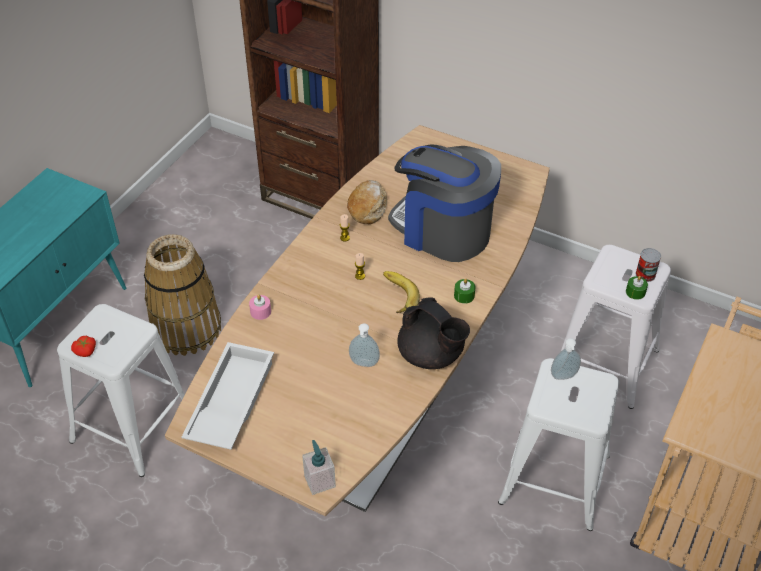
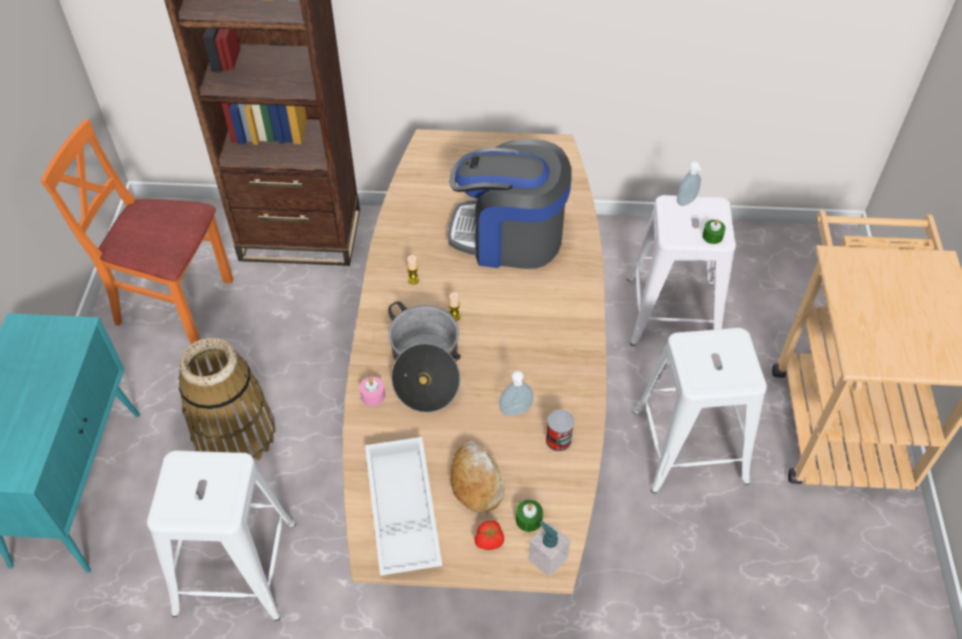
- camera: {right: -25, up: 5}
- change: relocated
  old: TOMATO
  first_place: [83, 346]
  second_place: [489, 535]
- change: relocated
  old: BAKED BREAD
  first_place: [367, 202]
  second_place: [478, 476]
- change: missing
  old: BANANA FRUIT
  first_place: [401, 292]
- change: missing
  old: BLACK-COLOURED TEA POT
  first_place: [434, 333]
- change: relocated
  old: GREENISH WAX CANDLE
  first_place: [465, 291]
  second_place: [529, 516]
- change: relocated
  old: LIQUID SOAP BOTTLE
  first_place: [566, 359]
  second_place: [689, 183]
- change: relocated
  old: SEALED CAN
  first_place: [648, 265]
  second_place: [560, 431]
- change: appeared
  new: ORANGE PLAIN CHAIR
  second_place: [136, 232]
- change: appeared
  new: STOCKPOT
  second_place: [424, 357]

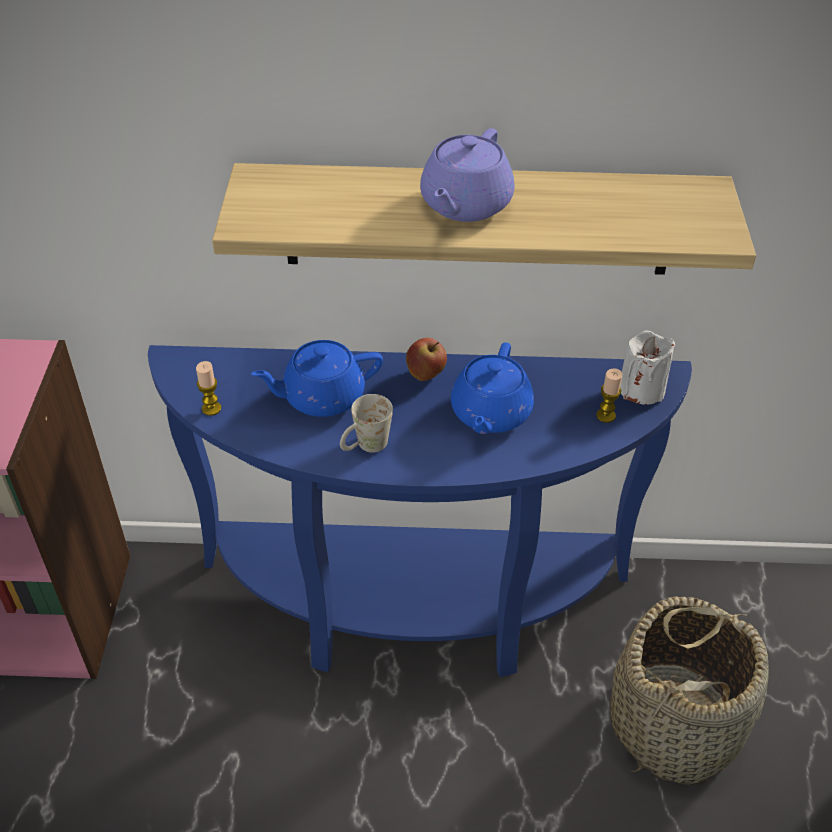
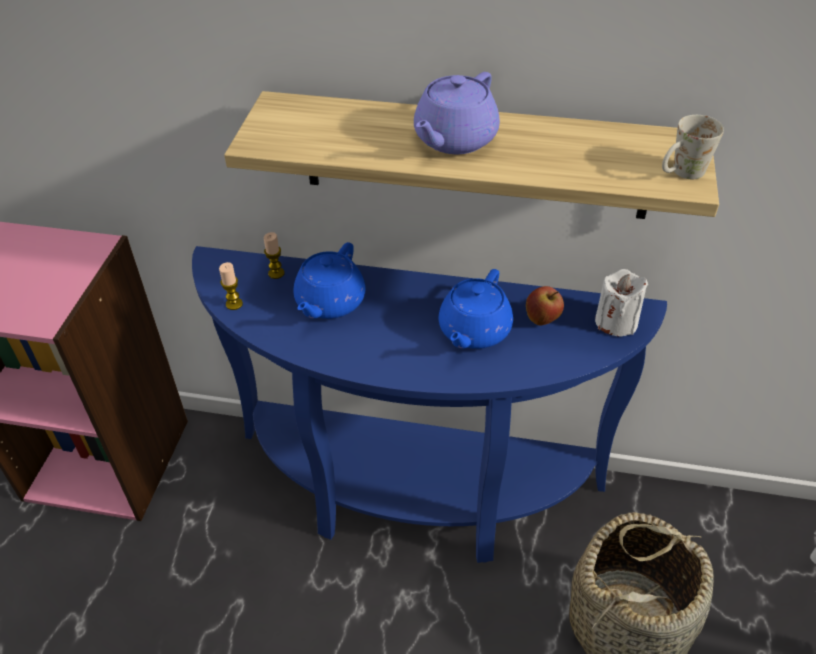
- camera: {right: 10, up: 0}
- change: spun
  old: BLUE-COLOURED TEA POT
  first_place: [317, 378]
  second_place: [329, 280]
  degrees: -60
- change: relocated
  old: WHITISH TEA MUG
  first_place: [366, 423]
  second_place: [693, 147]
- change: relocated
  old: WHOLE APPLE
  first_place: [426, 359]
  second_place: [545, 306]
- change: relocated
  old: WAX CANDLE
  first_place: [609, 396]
  second_place: [274, 255]

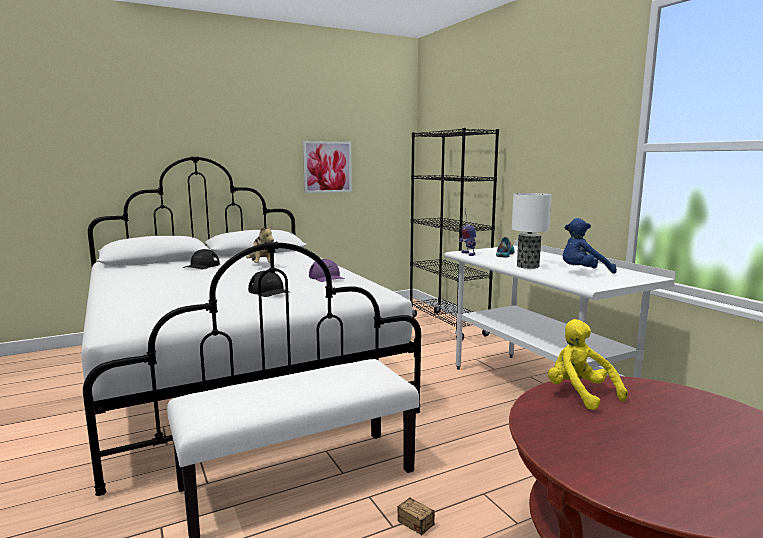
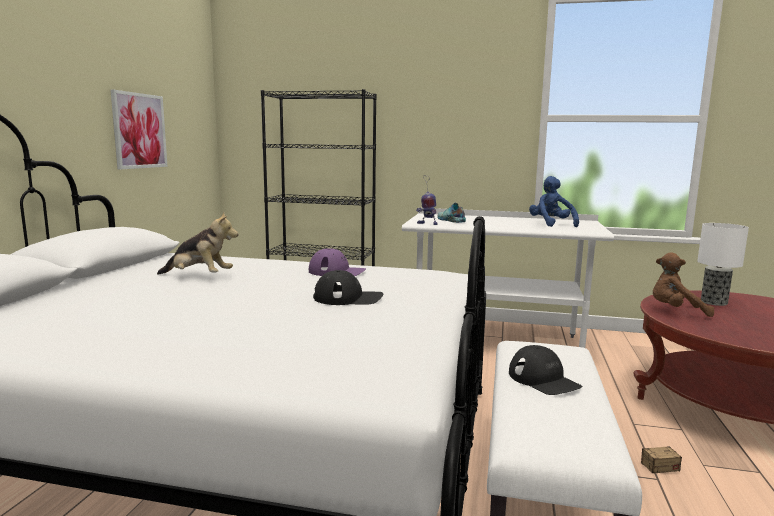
- camera: {right: -50, up: 0}
- change: relocated
  old: BLACK-COLOURED PEAKED CAP
  first_place: [201, 259]
  second_place: [545, 370]
- change: relocated
  old: TABLE LAMP
  first_place: [532, 231]
  second_place: [723, 264]
- change: colour
  old: YELLOW-COLOURED CUDDLY TOY
  new: BROWN CUDDLY TOY
  first_place: [588, 364]
  second_place: [683, 284]
- change: spun
  old: BLUE-COLOURED CUDDLY TOY
  first_place: [589, 246]
  second_place: [554, 201]
  degrees: 135

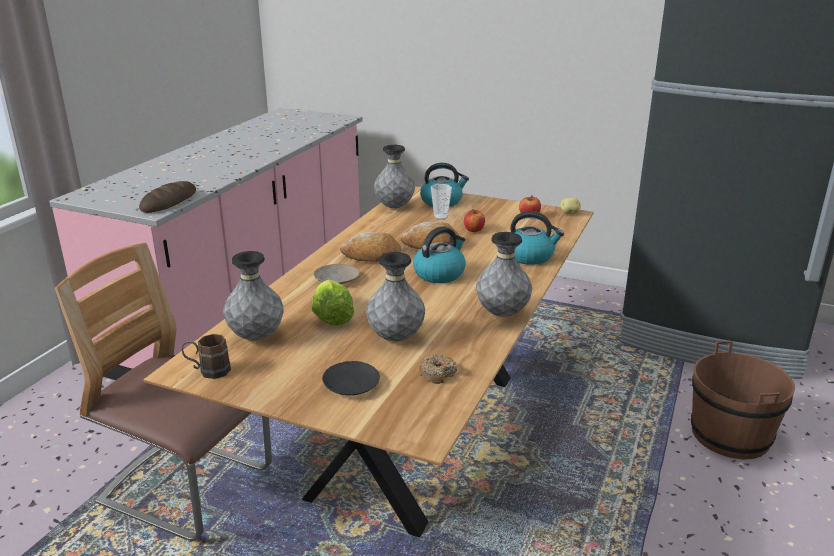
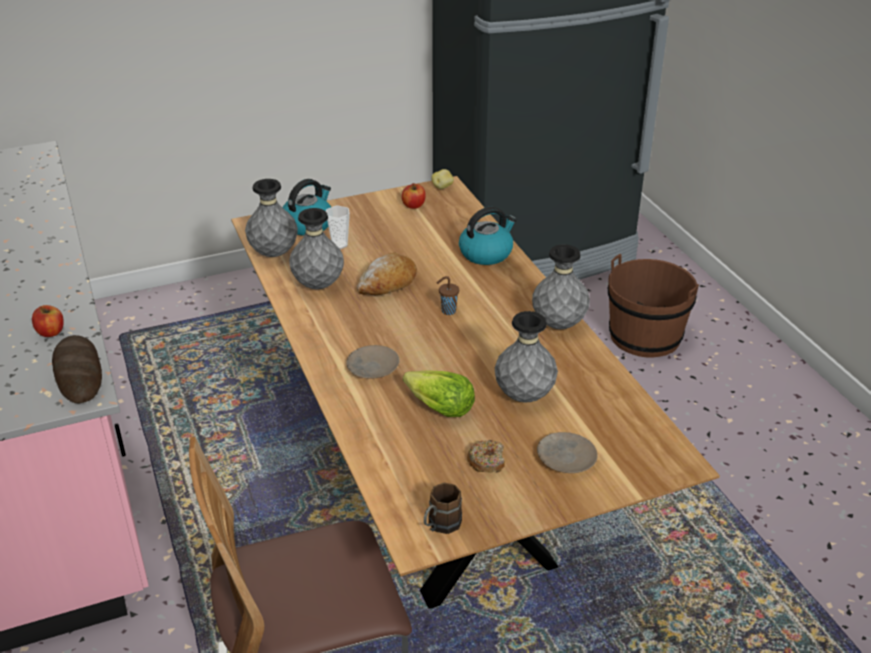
- camera: {right: -45, up: 10}
- change: relocated
  old: GRAY FLOWER VASE
  first_place: [253, 295]
  second_place: [316, 248]
- change: colour
  old: BLACK-COLOURED DINNER PLATE
  new: BEIGE-COLOURED DINNER PLATE
  first_place: [351, 378]
  second_place: [567, 452]
- change: missing
  old: BAKED BREAD
  first_place: [370, 247]
- change: exchanged
  old: WATER KETTLE
  new: BROWN SMALL CUP
  first_place: [439, 254]
  second_place: [448, 295]
- change: relocated
  old: DONUT
  first_place: [438, 369]
  second_place: [486, 456]
- change: relocated
  old: WHOLE APPLE
  first_place: [474, 220]
  second_place: [48, 321]

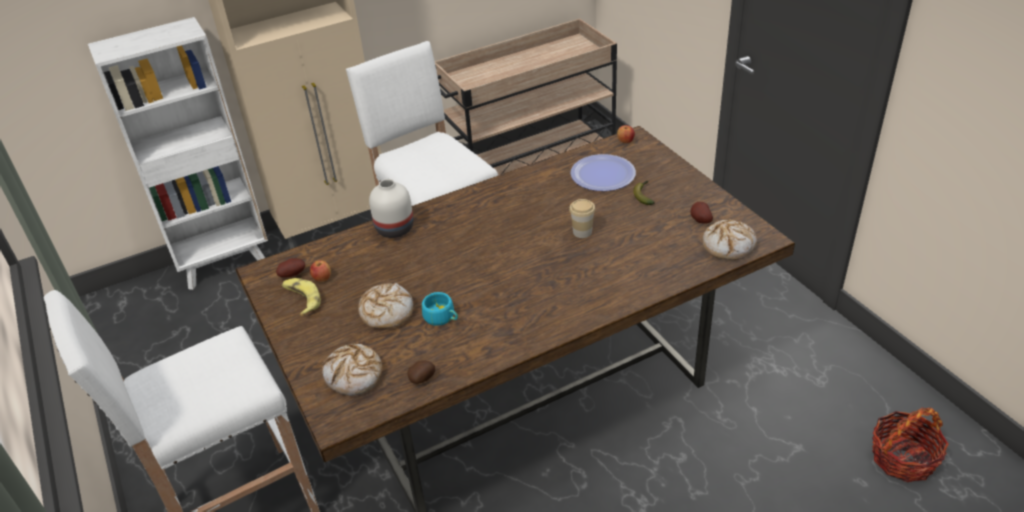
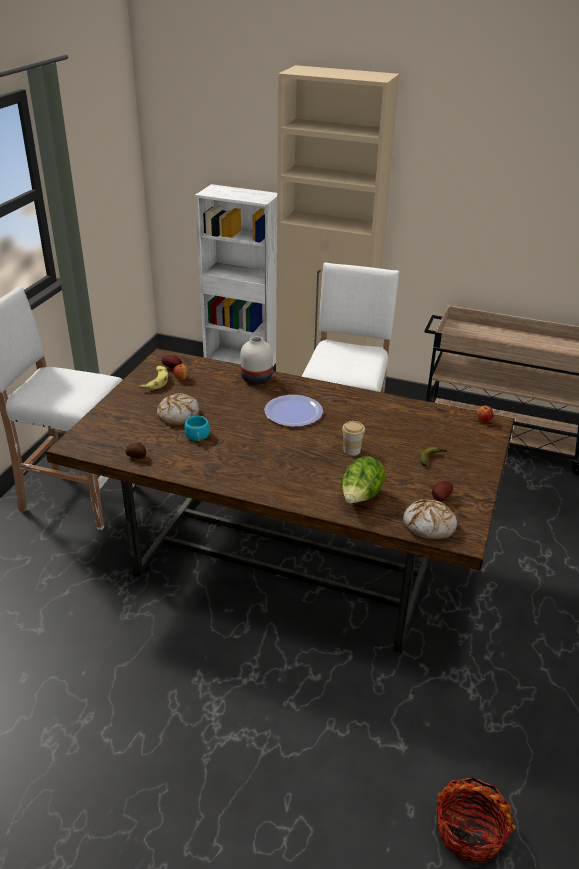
- camera: {right: 45, up: -5}
- change: missing
  old: BAKED BREAD
  first_place: [352, 370]
- change: relocated
  old: DINNER PLATE
  first_place: [603, 172]
  second_place: [293, 411]
- change: appeared
  new: LETTUCE
  second_place: [363, 479]

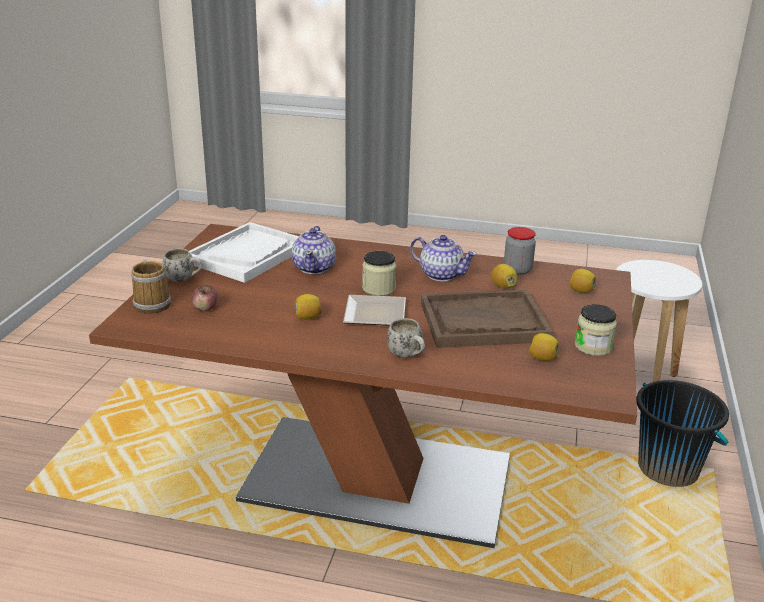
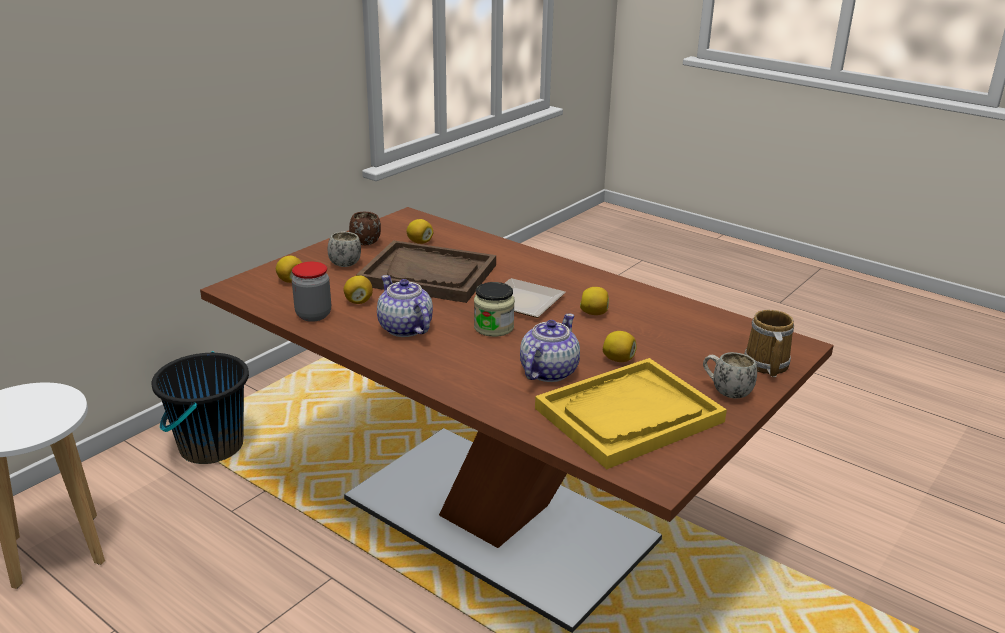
- camera: {right: -155, up: 0}
- change: colour
  old: WHITISH SERVING TRAY
  new: YELLOW-COLOURED SERVING TRAY
  first_place: [244, 252]
  second_place: [631, 413]
- change: missing
  old: WHOLE APPLE
  first_place: [205, 298]
- change: relocated
  old: WHITISH TEA MUG
  first_place: [406, 338]
  second_place: [344, 249]
- change: exchanged
  old: PRESERVE JAR
  new: BROWN TEA MUG
  first_place: [596, 330]
  second_place: [365, 228]
- change: appeared
  new: WHOLE LEMON
  second_place: [620, 346]

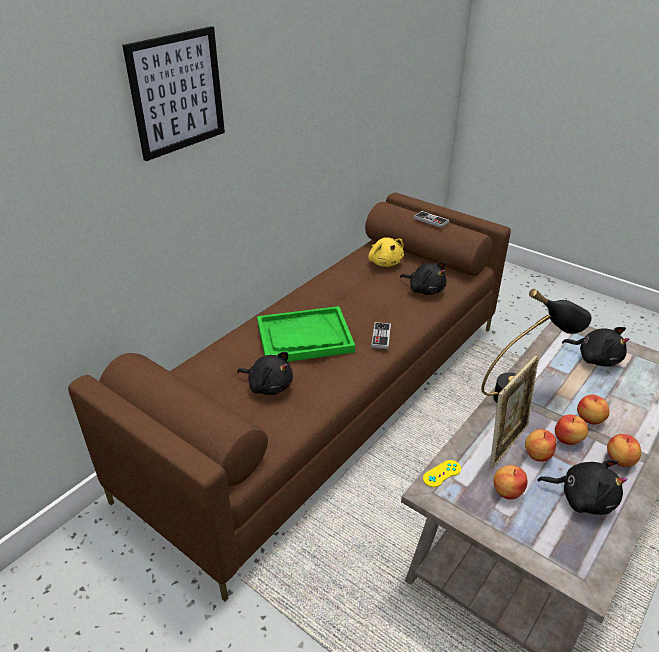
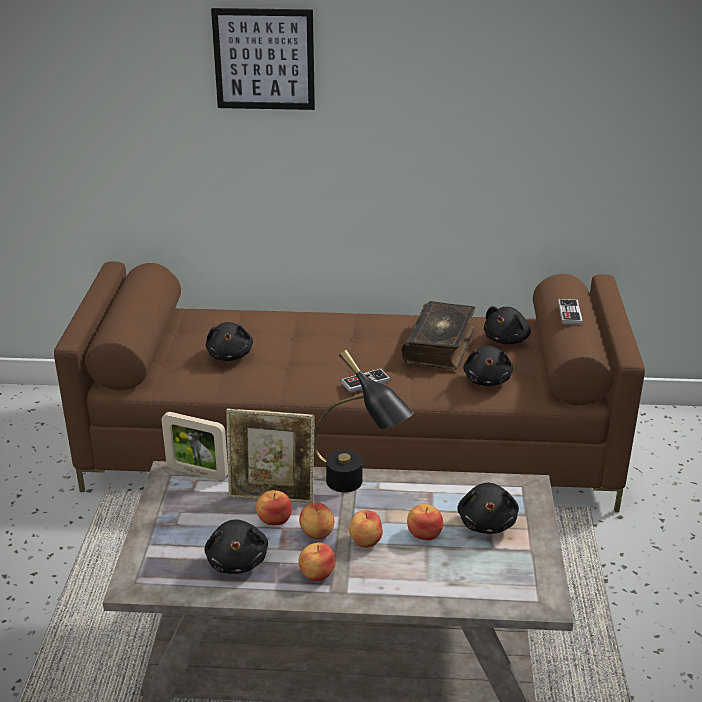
- camera: {right: 55, up: -5}
- change: missing
  old: GREENISH SERVING TRAY
  first_place: [306, 334]
- change: colour
  old: YELLOW-COLOURED CUDDLY TOY
  new: BLACK-COLOURED CUDDLY TOY
  first_place: [386, 252]
  second_place: [507, 325]
- change: exchanged
  old: YELLOW-COLOURED GAMEPAD
  new: PHOTO FRAME
  first_place: [442, 473]
  second_place: [194, 446]
- change: relocated
  old: WHOLE APPLE
  first_place: [510, 482]
  second_place: [425, 522]
- change: appeared
  new: BOUND BOOK
  second_place: [438, 335]

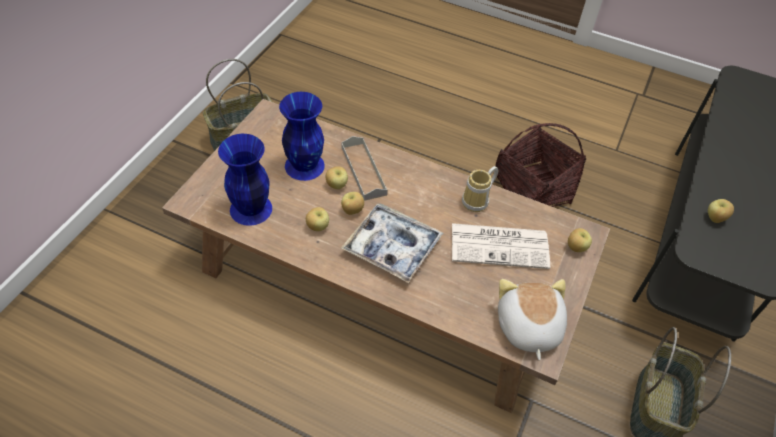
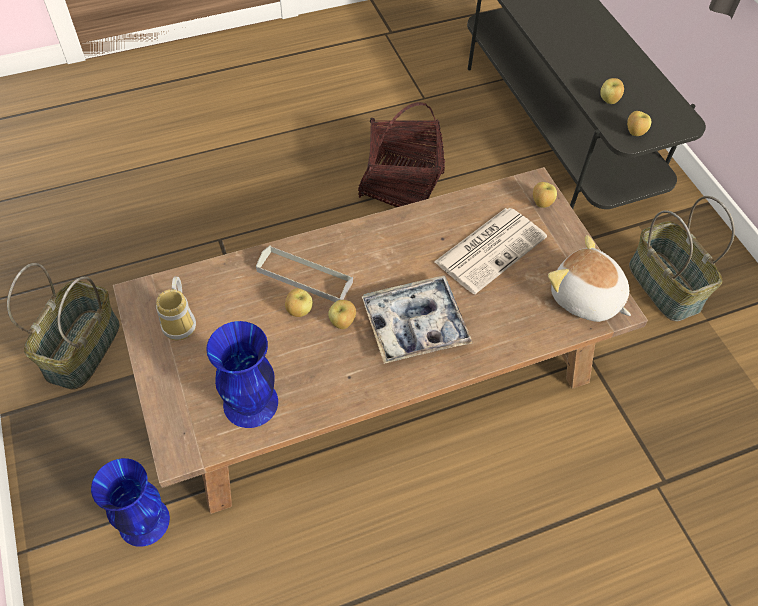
- camera: {right: -45, up: 5}
- change: relocated
  old: BLUE-COLOURED FLOWER VASE
  first_place: [302, 136]
  second_place: [130, 502]
- change: relocated
  old: WHOLE APPLE
  first_place: [317, 219]
  second_place: [639, 123]
- change: relocated
  old: TEA MUG
  first_place: [480, 189]
  second_place: [176, 308]

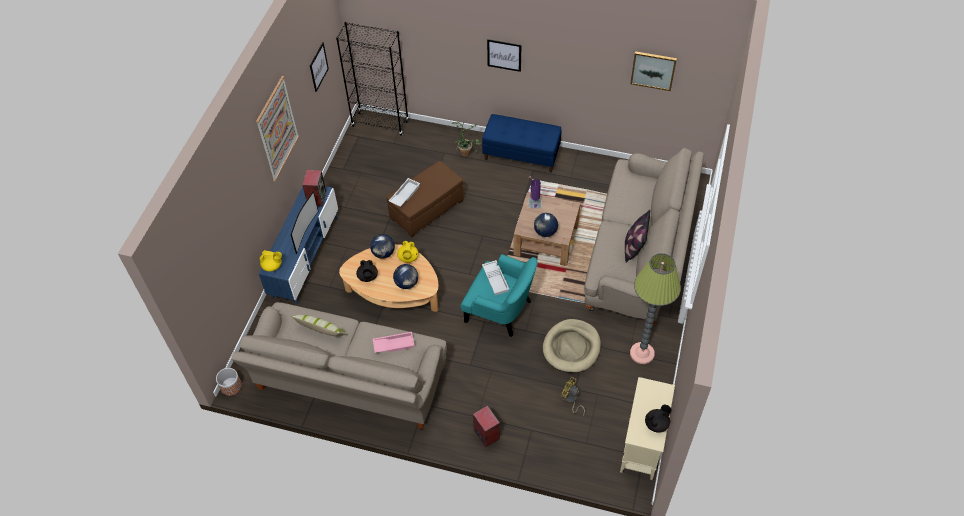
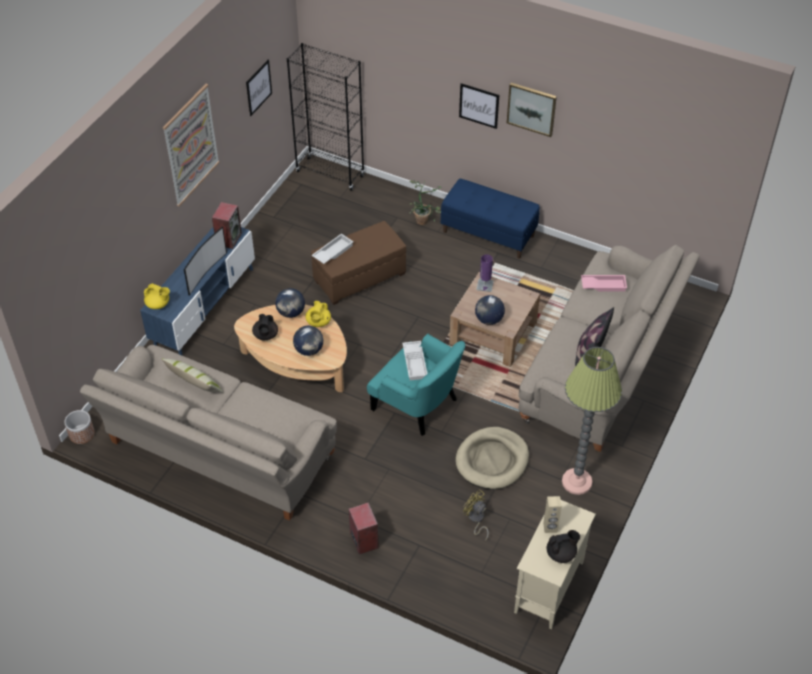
- camera: {right: 10, up: -5}
- change: relocated
  old: PINKISH SERVING TRAY
  first_place: [394, 342]
  second_place: [604, 283]
- change: relocated
  old: WALL PICTURE
  first_place: [653, 71]
  second_place: [532, 110]
- change: appeared
  new: BEIGE-COLOURED AUDIO SPEAKER
  second_place: [552, 514]

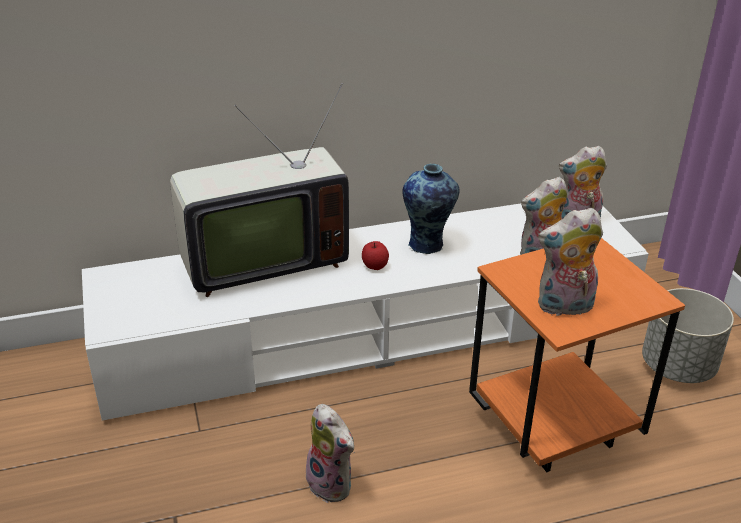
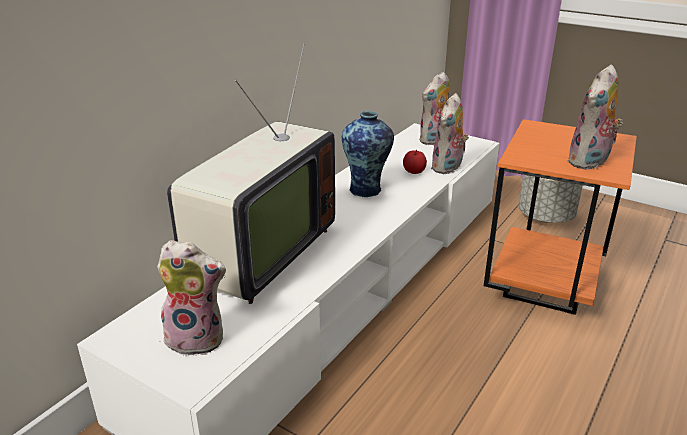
- camera: {right: -40, up: -5}
- change: relocated
  old: CUDDLY TOY
  first_place: [330, 453]
  second_place: [191, 298]
- change: relocated
  old: WHOLE APPLE
  first_place: [375, 255]
  second_place: [415, 162]

